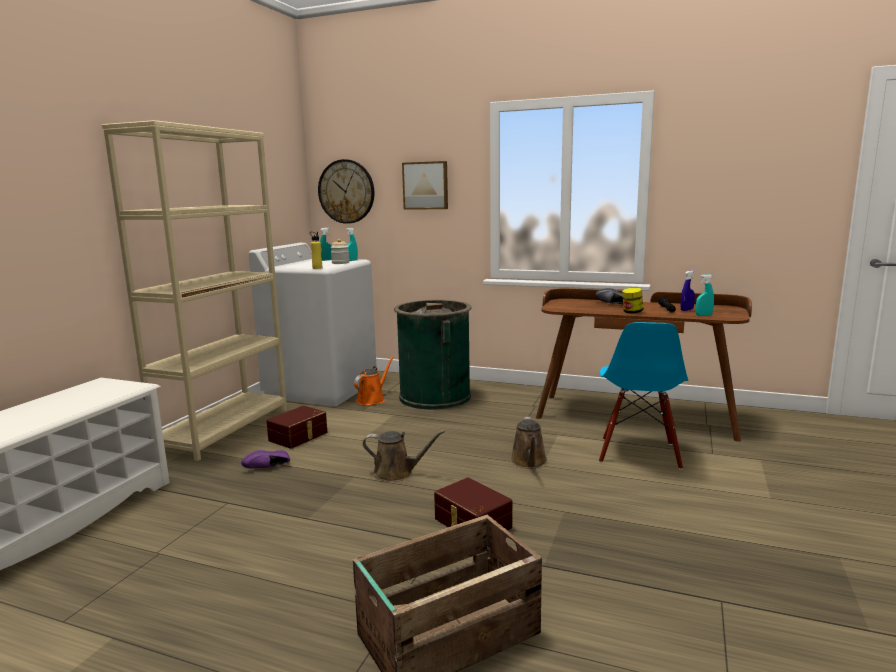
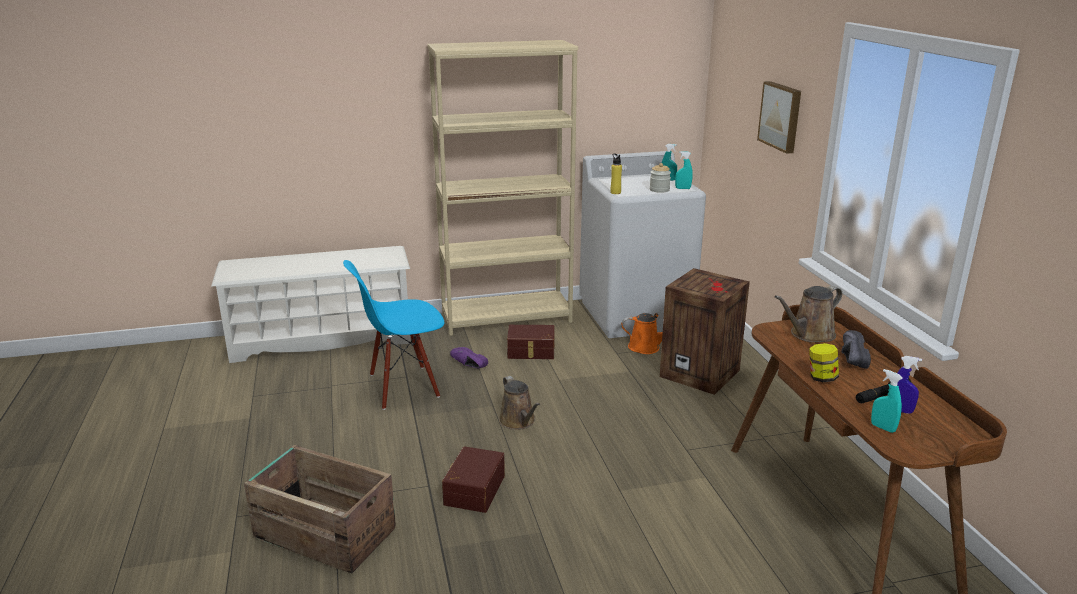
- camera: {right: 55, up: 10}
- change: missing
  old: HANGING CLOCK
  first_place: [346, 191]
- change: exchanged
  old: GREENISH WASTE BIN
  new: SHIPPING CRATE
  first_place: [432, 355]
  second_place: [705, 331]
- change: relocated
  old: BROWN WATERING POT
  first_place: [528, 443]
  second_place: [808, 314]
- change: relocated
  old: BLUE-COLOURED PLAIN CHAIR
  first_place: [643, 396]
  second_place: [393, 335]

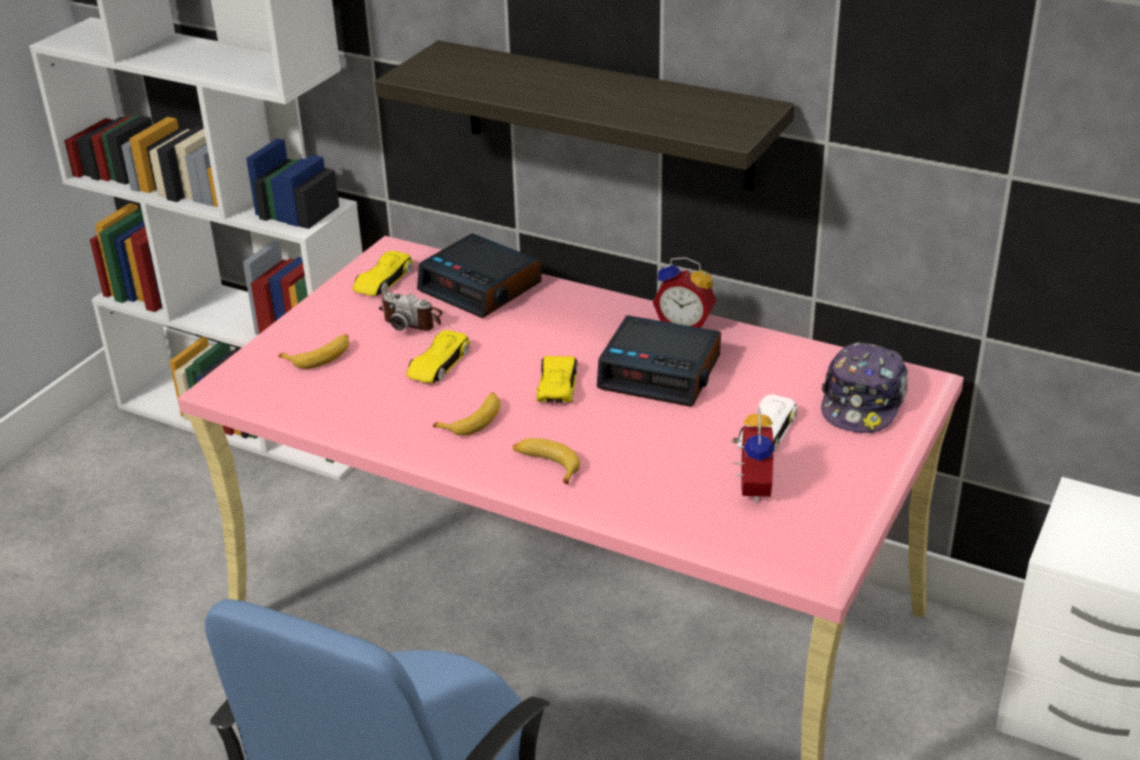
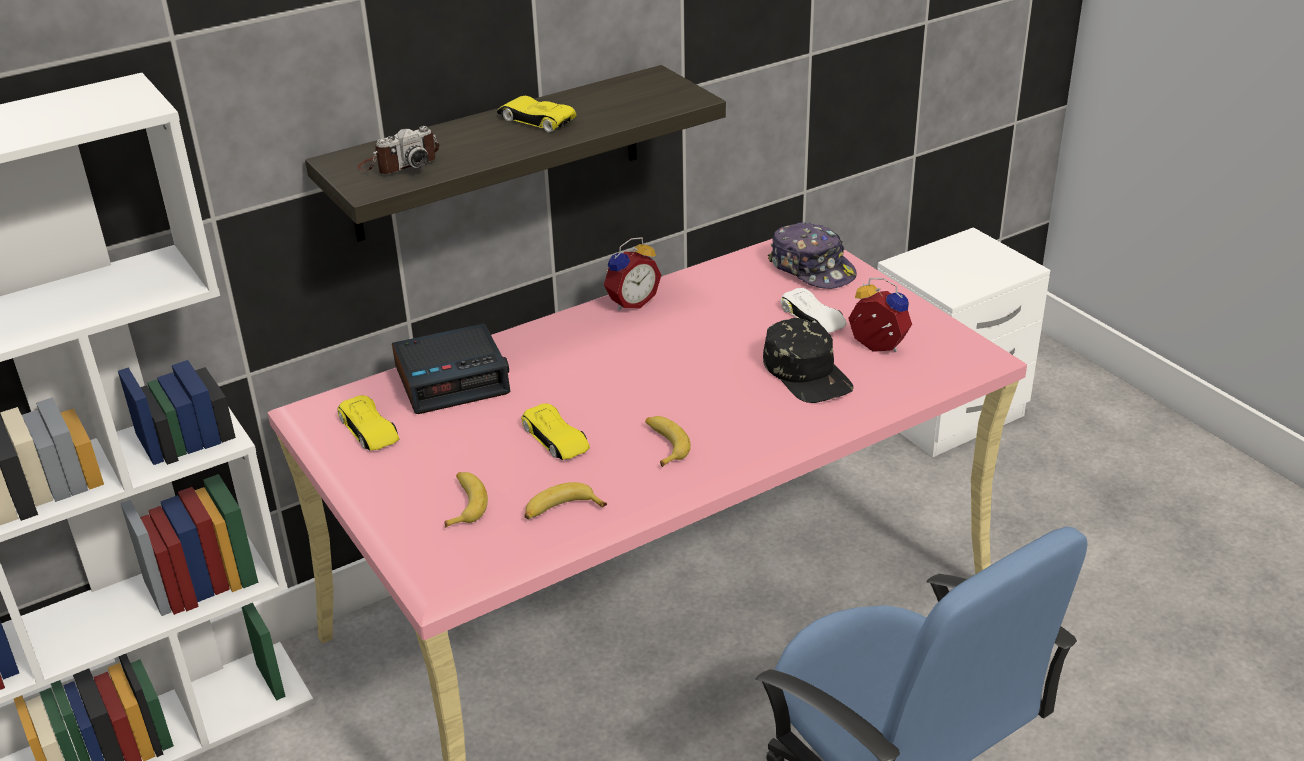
- camera: {right: -60, up: 0}
- change: relocated
  old: PHOTO CAMERA
  first_place: [411, 311]
  second_place: [398, 150]
- change: relocated
  old: BANANA FRUIT
  first_place: [546, 461]
  second_place: [565, 500]
- change: relocated
  old: YELLOW-COLOURED MINIATURE CAR
  first_place: [556, 379]
  second_place: [536, 114]
- change: missing
  old: BEDSIDE CLOCK
  first_place: [659, 361]
- change: appeared
  new: BLACK-COLOURED PEAKED CAP
  second_place: [808, 360]

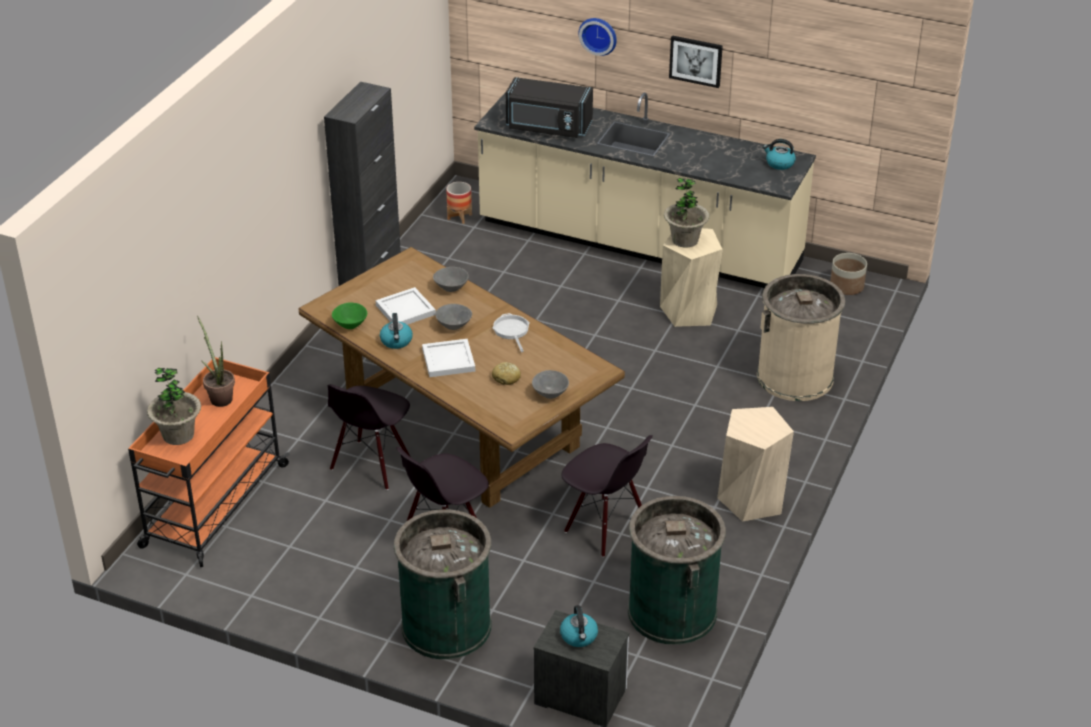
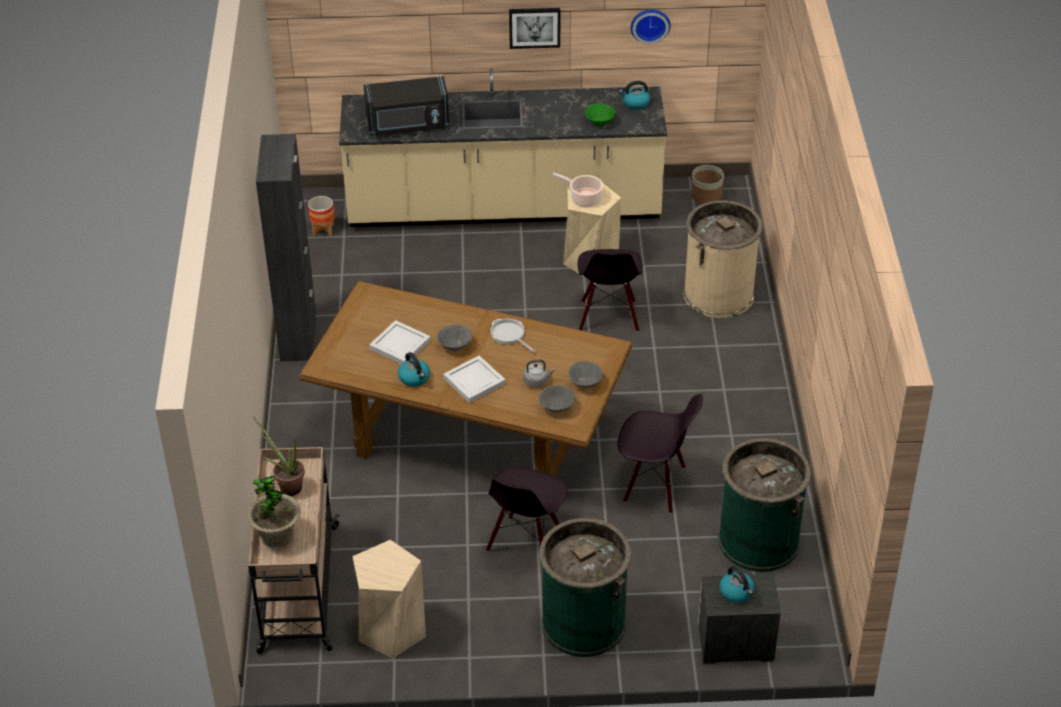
- camera: {right: -25, up: 5}
- change: colour
  old: ORANGE WHEELED CART
  new: BEIGE-COLOURED WHEELED CART
  first_place: [209, 462]
  second_place: [294, 550]
- change: relocated
  old: BLACK-COLOURED PLAIN CHAIR
  first_place: [369, 437]
  second_place: [610, 290]
- change: relocated
  old: GREENISH BOWL
  first_place: [349, 315]
  second_place: [600, 114]
- change: relocated
  old: GRAY BOWL
  first_place: [451, 279]
  second_place: [557, 399]
- change: exchanged
  old: BAKED BREAD
  new: GRAY WATER KETTLE
  first_place: [506, 373]
  second_place: [539, 374]
- change: relocated
  old: HANGING CLOCK
  first_place: [598, 37]
  second_place: [651, 26]
- change: exchanged
  old: POTTED PLANT
  new: STOCKPOT
  first_place: [687, 212]
  second_place: [577, 190]
- change: relocated
  old: BEIGE-COLOURED STOOL
  first_place: [755, 464]
  second_place: [389, 599]

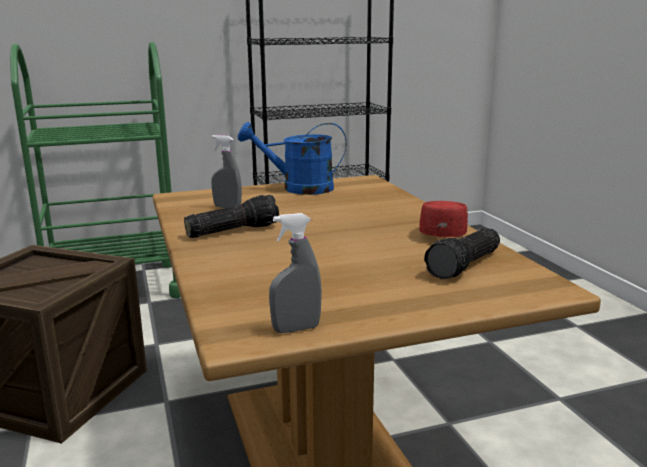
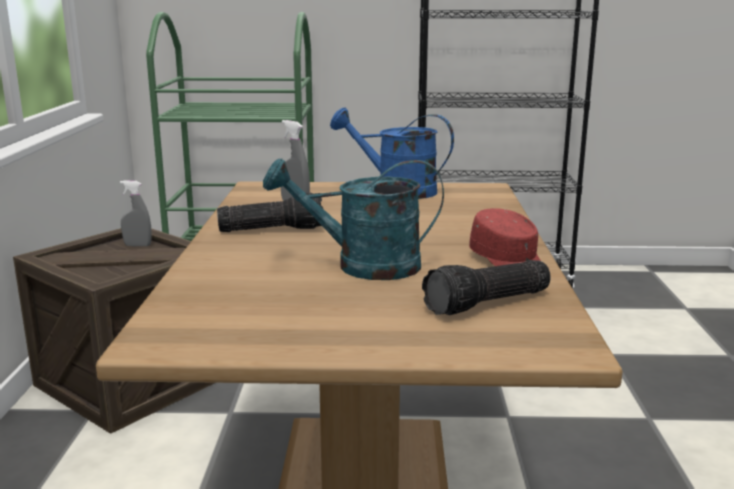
- camera: {right: 20, up: 0}
- change: relocated
  old: GRAY HAND SPRAYER
  first_place: [295, 273]
  second_place: [136, 213]
- change: spun
  old: REDDISH PEAKED CAP
  first_place: [443, 219]
  second_place: [505, 237]
  degrees: 120
- change: appeared
  new: TURQUOISE WATERING POT
  second_place: [353, 219]

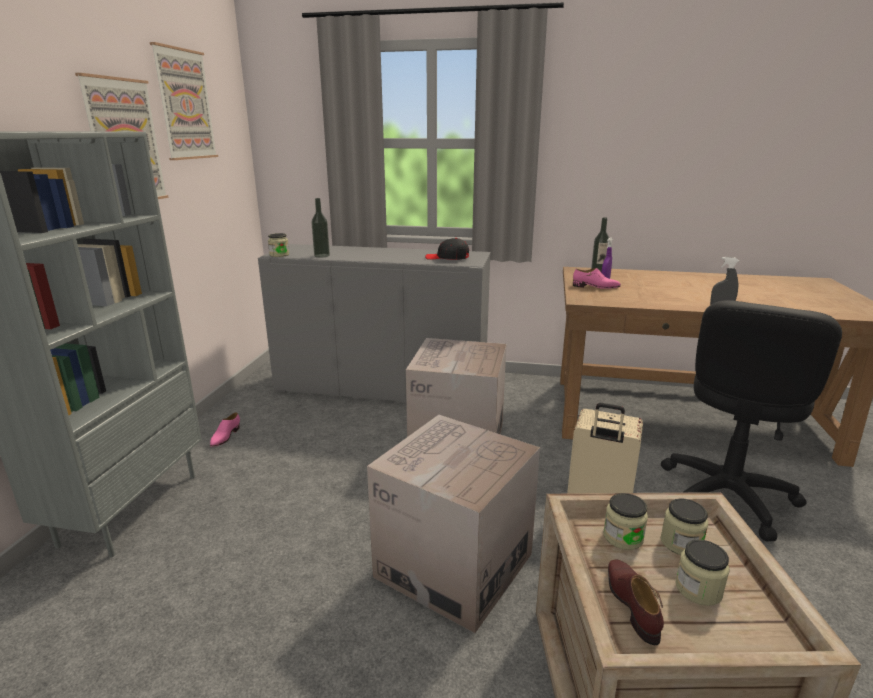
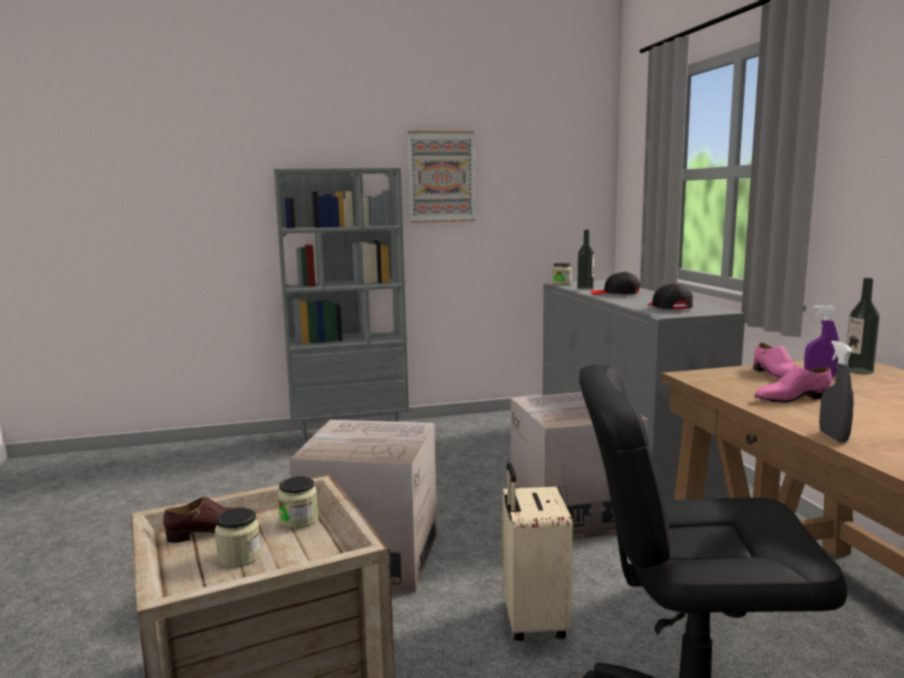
- camera: {right: 65, up: -10}
- change: missing
  old: WALL PICTURE
  first_place: [184, 101]
- change: relocated
  old: PINKISH LOW SHOE
  first_place: [225, 429]
  second_place: [793, 384]
- change: missing
  old: PRESERVE JAR
  first_place: [684, 526]
- change: appeared
  new: BLACK-COLOURED PEAKED CAP
  second_place: [615, 283]

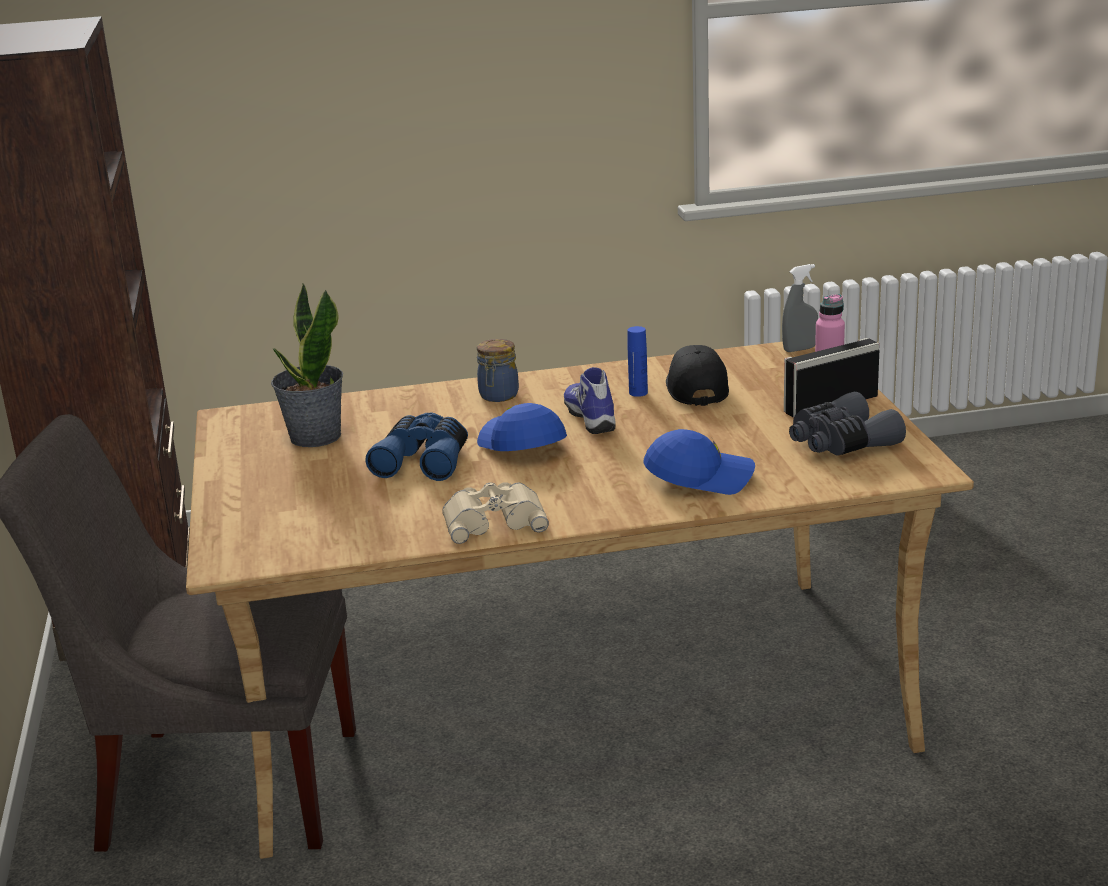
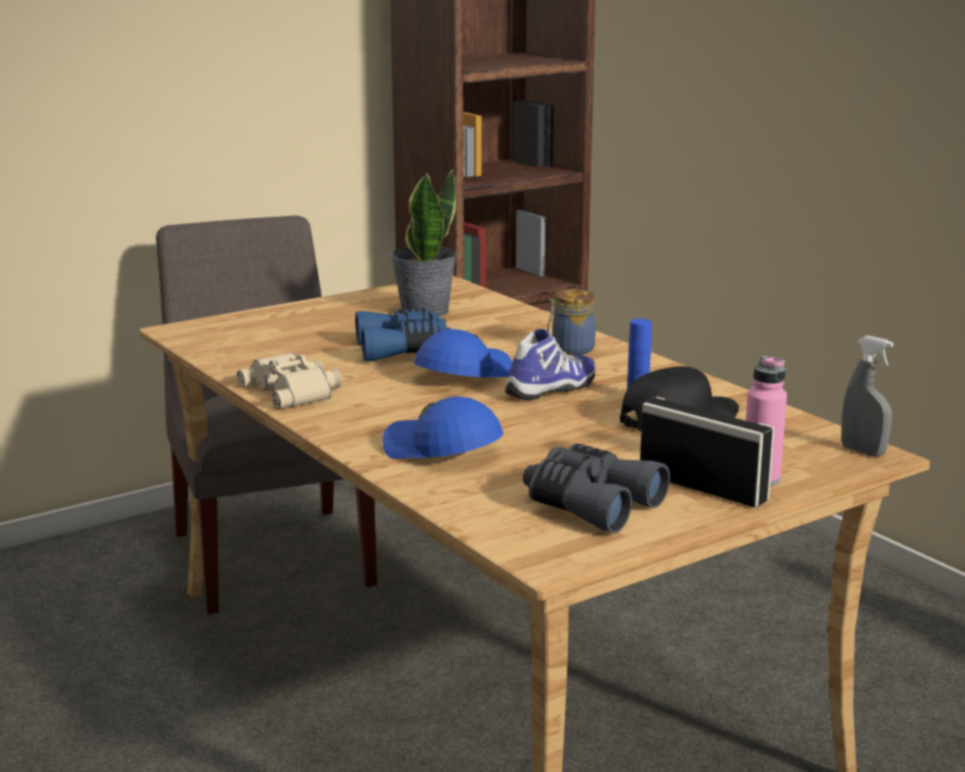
- camera: {right: 65, up: -5}
- change: spun
  old: BLUE-COLOURED PEAKED CAP
  first_place: [699, 462]
  second_place: [443, 427]
  degrees: 150

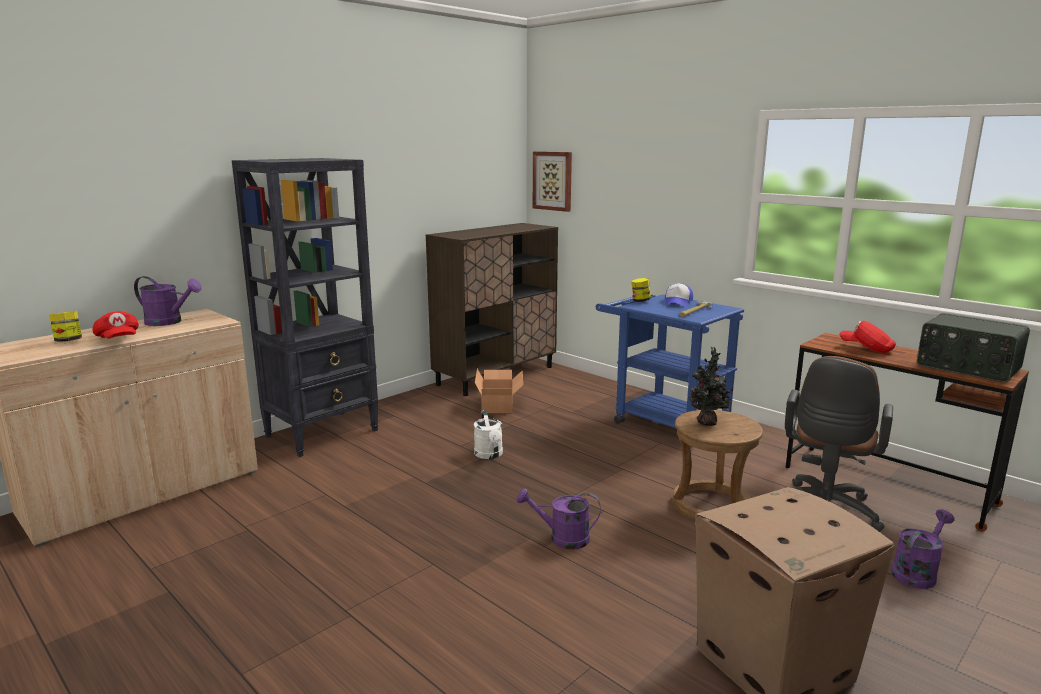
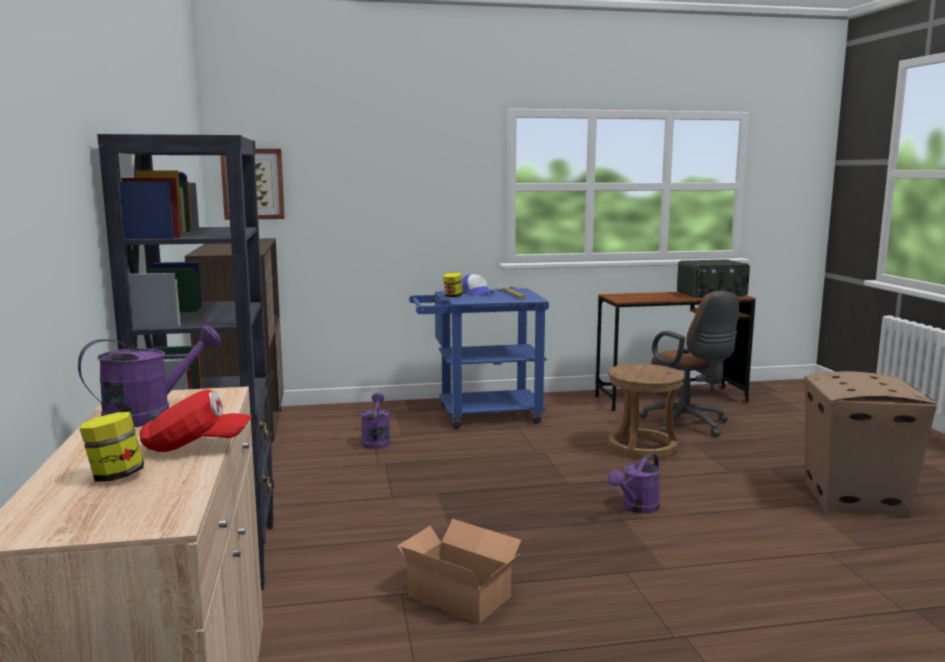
- camera: {right: -55, up: -5}
- change: missing
  old: WHITISH WATERING POT
  first_place: [488, 434]
- change: relocated
  old: CARDBOARD BOX
  first_place: [499, 390]
  second_place: [459, 571]
- change: missing
  old: POTTED PLANT
  first_place: [711, 386]
- change: missing
  old: REDDISH PEAKED CAP
  first_place: [867, 337]
- change: relocated
  old: PURPLISH WATERING POT
  first_place: [923, 549]
  second_place: [376, 421]

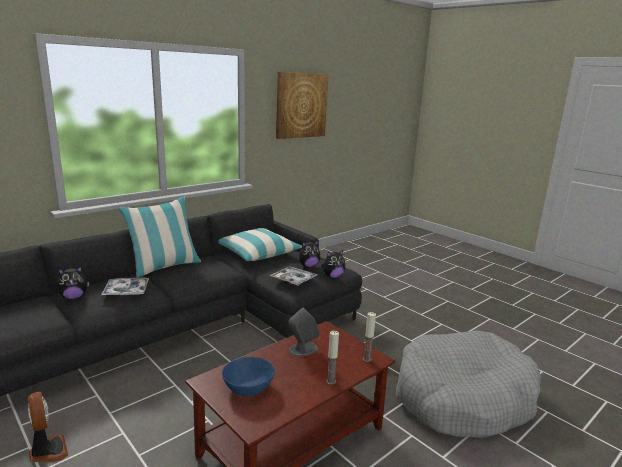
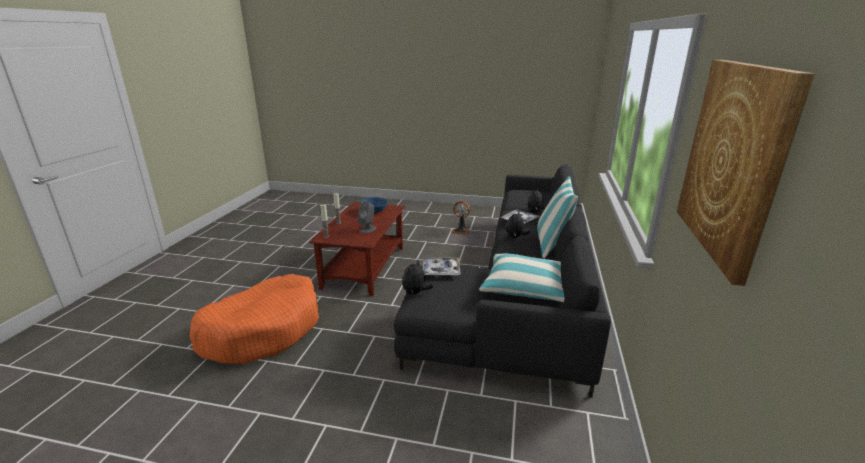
- camera: {right: 145, up: 5}
- change: relocated
  old: CUDDLY TOY
  first_place: [309, 254]
  second_place: [518, 224]
- change: colour
  old: GRAY DOG CUSHION
  new: ORANGE DOG CUSHION
  first_place: [468, 384]
  second_place: [254, 319]

